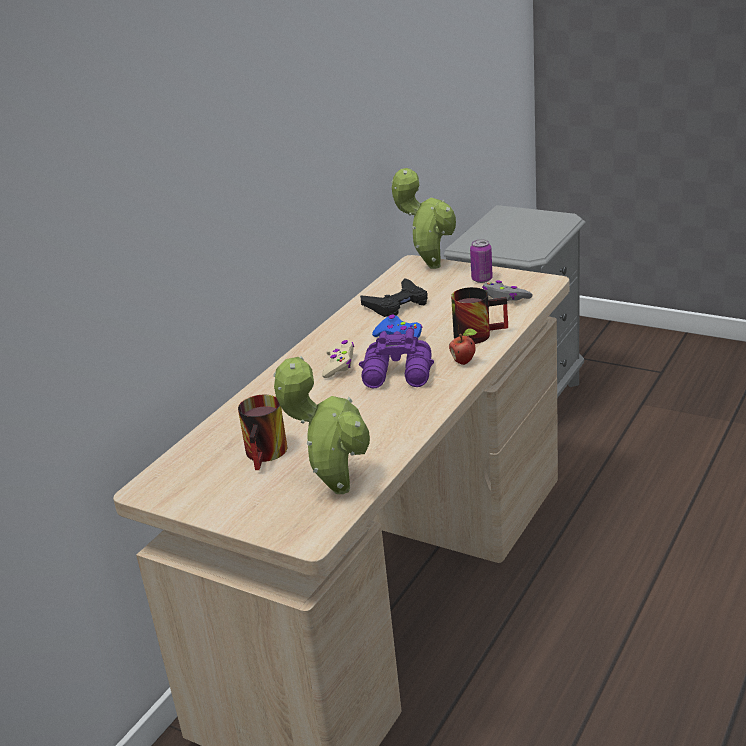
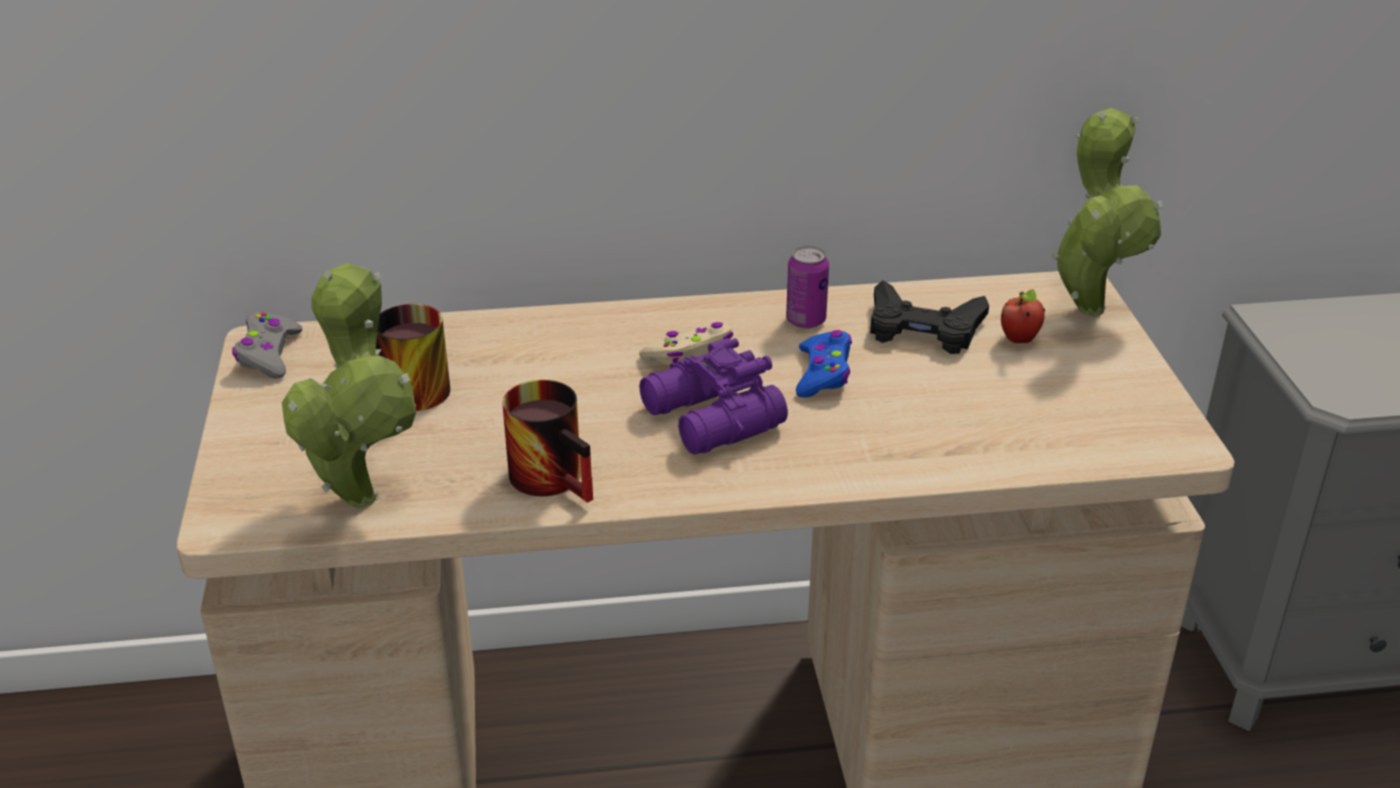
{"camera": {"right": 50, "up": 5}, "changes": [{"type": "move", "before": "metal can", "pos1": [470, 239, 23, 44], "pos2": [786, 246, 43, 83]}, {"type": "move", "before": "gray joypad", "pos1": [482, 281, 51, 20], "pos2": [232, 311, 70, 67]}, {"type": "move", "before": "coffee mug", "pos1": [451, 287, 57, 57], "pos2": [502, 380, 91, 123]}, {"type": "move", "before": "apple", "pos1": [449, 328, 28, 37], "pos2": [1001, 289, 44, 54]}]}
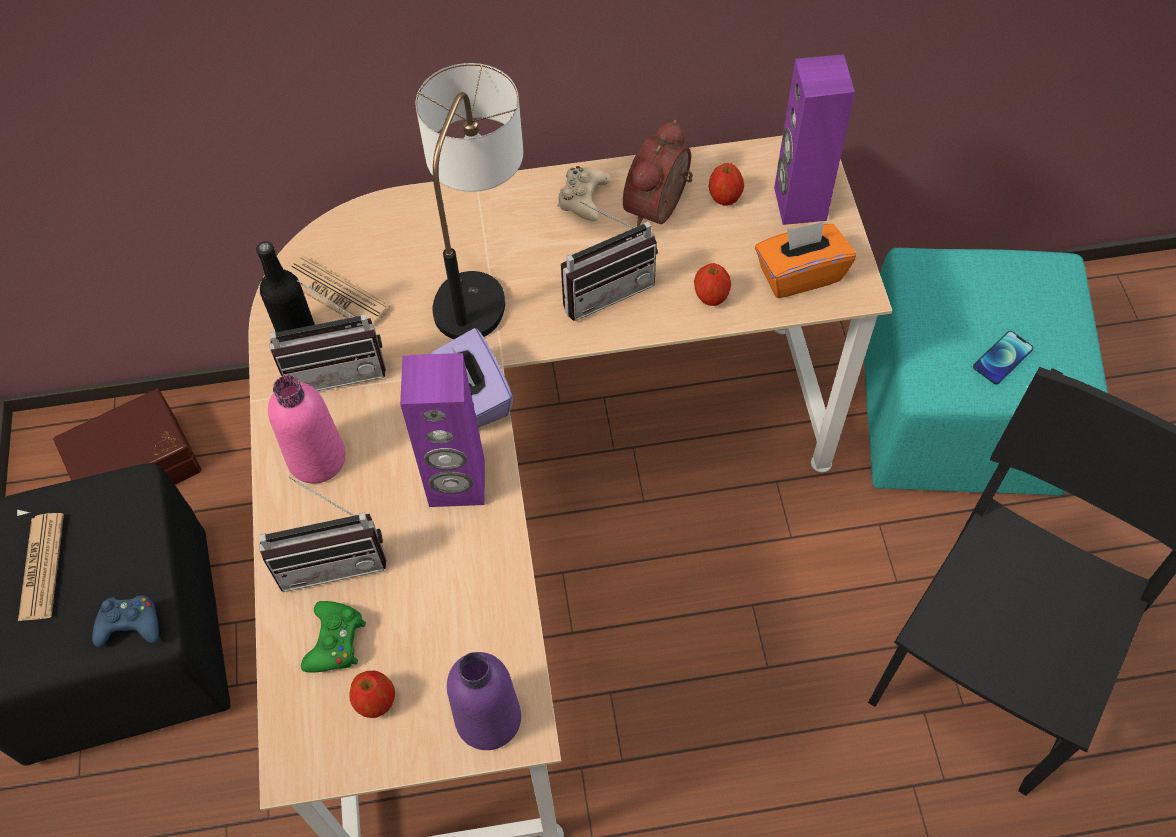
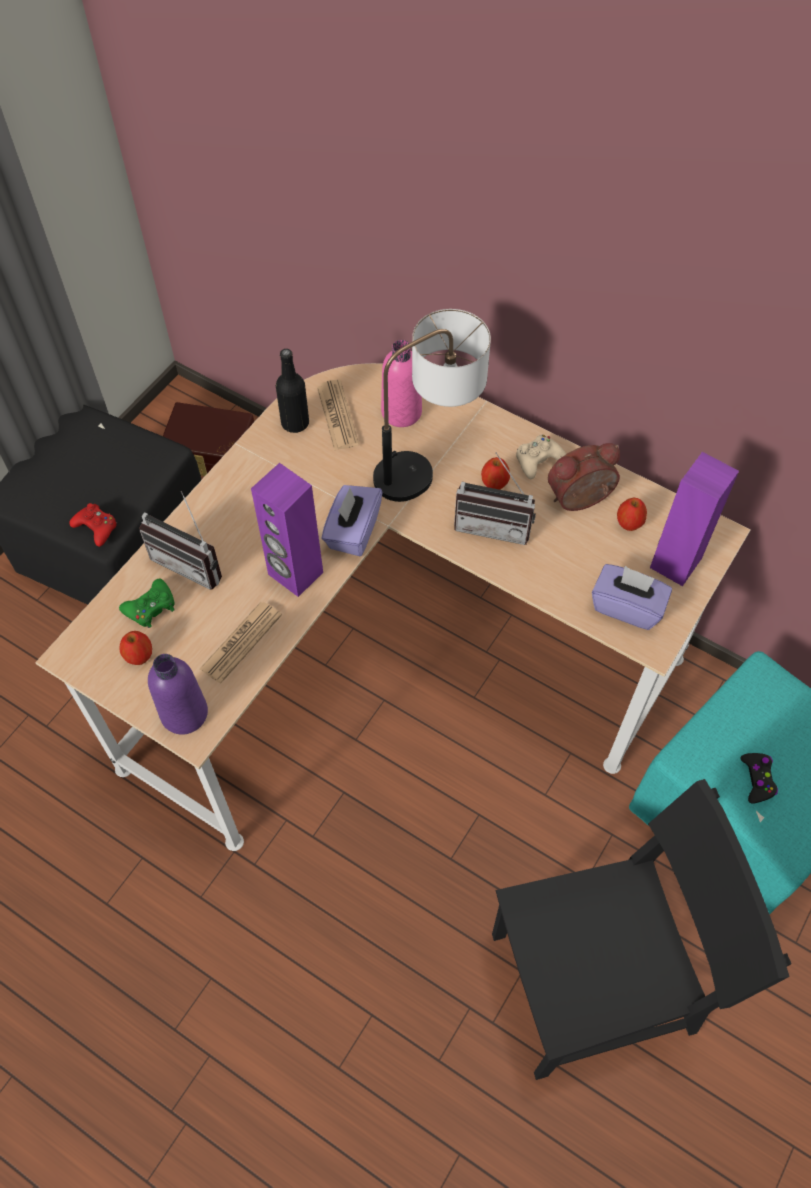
{"camera": {"right": 40, "up": 0}, "changes": [{"type": "recolor", "before": "orange-coloured tissue holder", "after": "purplish tissue holder", "pos1": [755, 221, 101, 77], "pos2": [592, 564, 80, 66]}, {"type": "move", "before": "apple", "pos1": [694, 263, 37, 43], "pos2": [481, 457, 29, 33]}, {"type": "delete", "before": "radio set", "pos1": [269, 280, 117, 111]}, {"type": "replace", "before": "handset", "after": "black joypad", "pos1": [973, 331, 60, 53], "pos2": [741, 753, 37, 51]}, {"type": "move", "before": "pinkish drink bottle", "pos1": [268, 375, 78, 109], "pos2": [381, 340, 41, 87]}, {"type": "move", "before": "printed paper", "pos1": [18, 513, 46, 108], "pos2": [200, 602, 82, 81]}, {"type": "recolor", "before": "blue-coloured joypad", "after": "red-coloured joypad", "pos1": [92, 596, 67, 51], "pos2": [69, 503, 48, 44]}]}
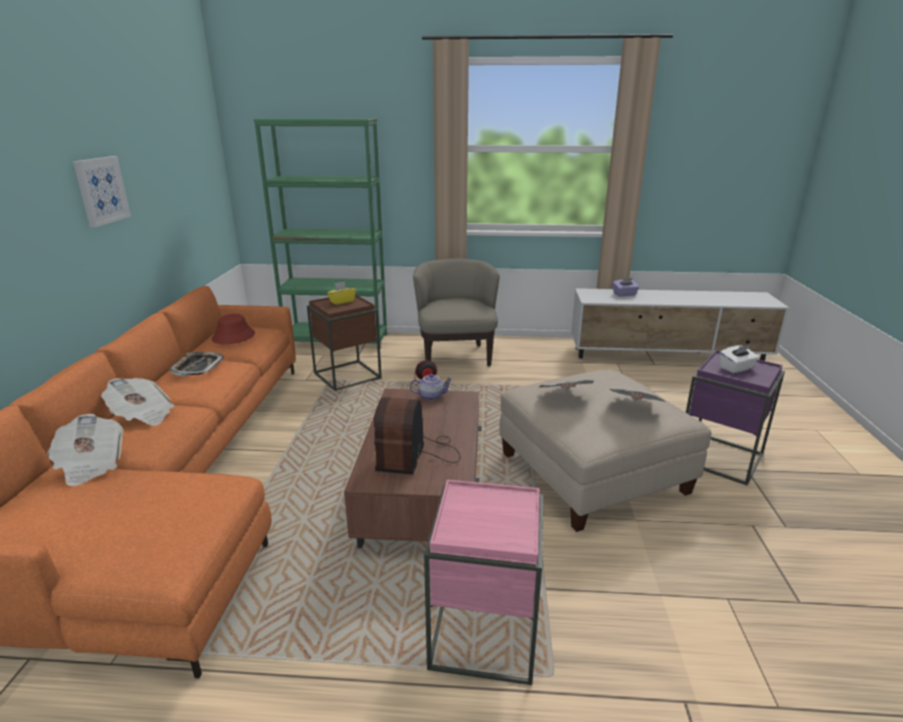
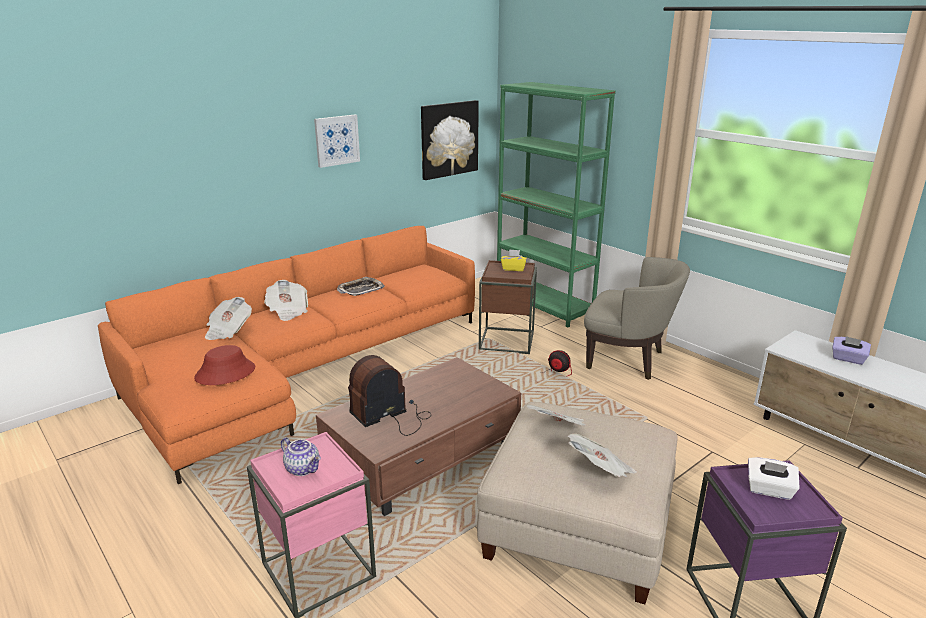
{"camera": {"right": 45, "up": 0}, "changes": [{"type": "rotate", "before": "beige lounge chair", "pos1": [413, 259, 87, 107], "pos2": [584, 257, 106, 123], "turn": 75}, {"type": "move", "before": "red-coloured hat", "pos1": [212, 314, 43, 30], "pos2": [194, 345, 61, 40]}, {"type": "move", "before": "teapot", "pos1": [410, 374, 42, 27], "pos2": [281, 438, 40, 38]}, {"type": "insert", "after": "wall picture", "pos2": [421, 100, 58, 80]}]}
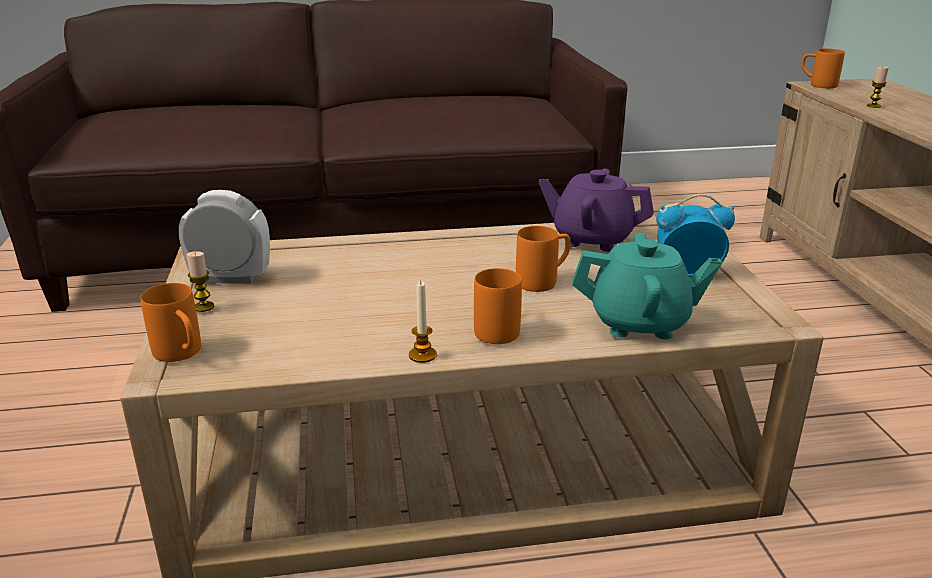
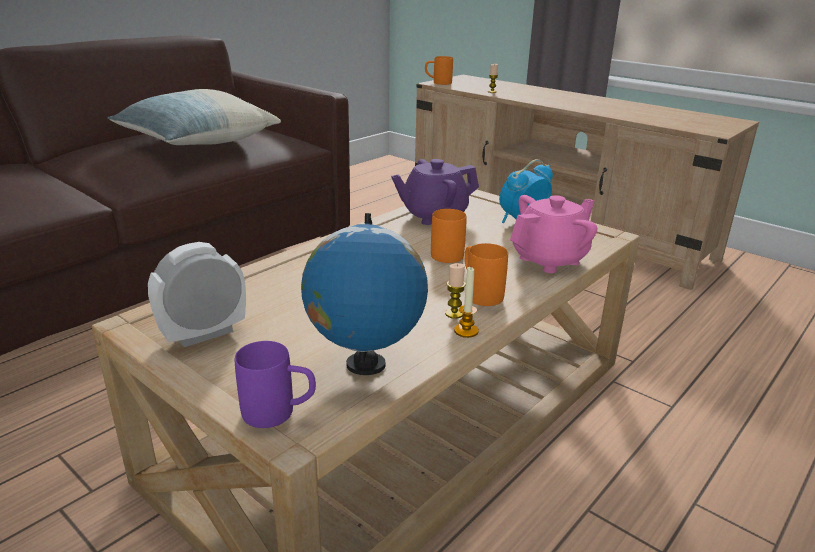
{"camera": {"right": -40, "up": 0}, "changes": [{"type": "recolor", "before": "blue-green teapot", "after": "pinkish teapot", "pos1": [572, 233, 150, 106], "pos2": [510, 195, 87, 78]}, {"type": "move", "before": "wax light", "pos1": [186, 251, 28, 61], "pos2": [445, 263, 21, 56]}, {"type": "recolor", "before": "orange-coloured coffee mug", "after": "purplish coffee mug", "pos1": [141, 283, 60, 79], "pos2": [235, 341, 81, 87]}, {"type": "insert", "after": "throw pillow", "pos2": [107, 89, 174, 56]}, {"type": "insert", "after": "desk globe", "pos2": [301, 213, 127, 162]}]}
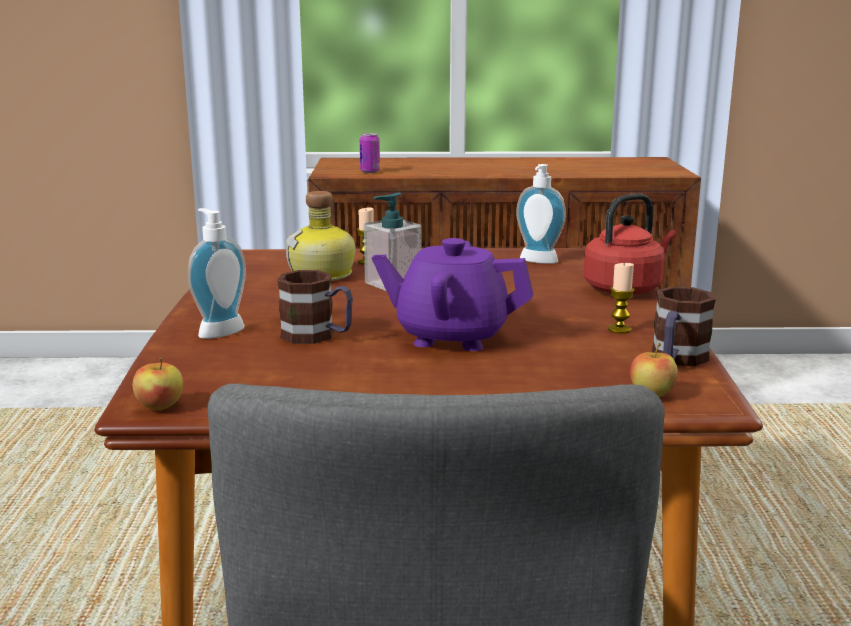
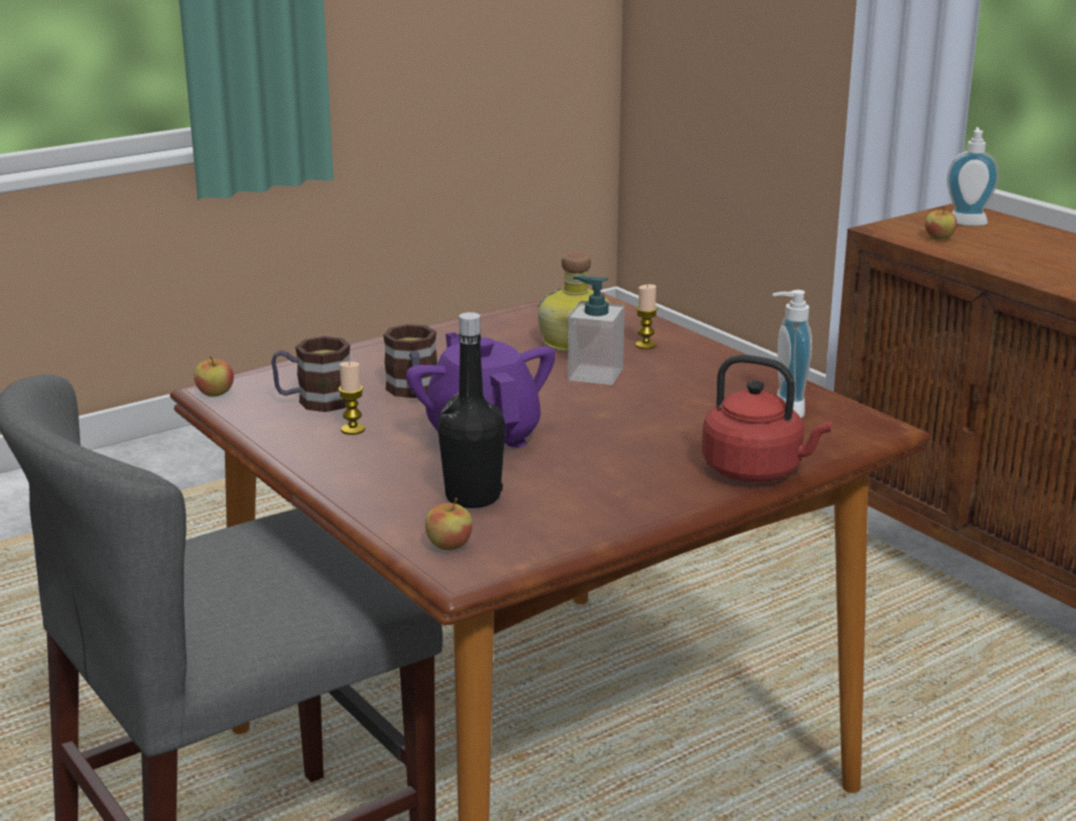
{"camera": {"right": 55, "up": 5}, "changes": [{"type": "replace", "before": "metal can", "after": "apple", "pos1": [360, 133, 20, 40], "pos2": [925, 206, 32, 34]}, {"type": "move", "before": "soap dispenser", "pos1": [188, 208, 58, 131], "pos2": [947, 127, 52, 99]}, {"type": "move", "before": "wax light", "pos1": [608, 263, 27, 71], "pos2": [338, 362, 27, 73]}, {"type": "move", "before": "coffee mug", "pos1": [652, 287, 64, 79], "pos2": [271, 336, 79, 76]}, {"type": "insert", "after": "black drink bottle", "pos2": [438, 312, 68, 196]}]}
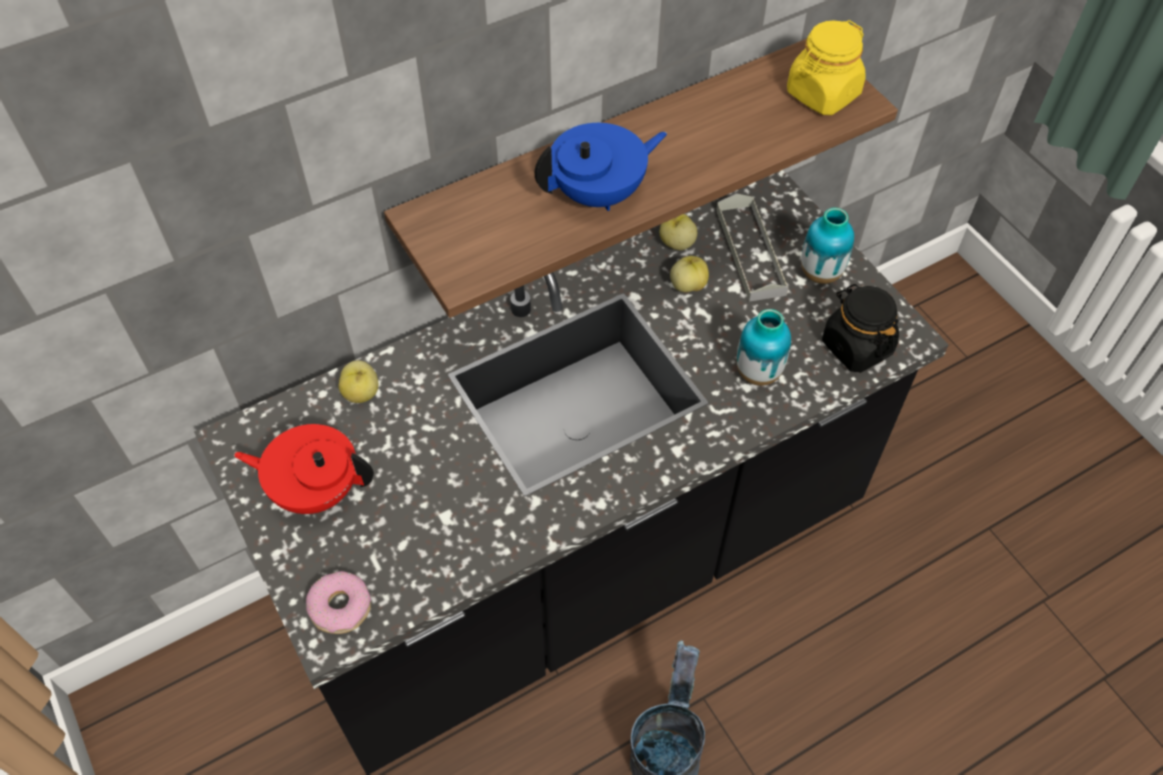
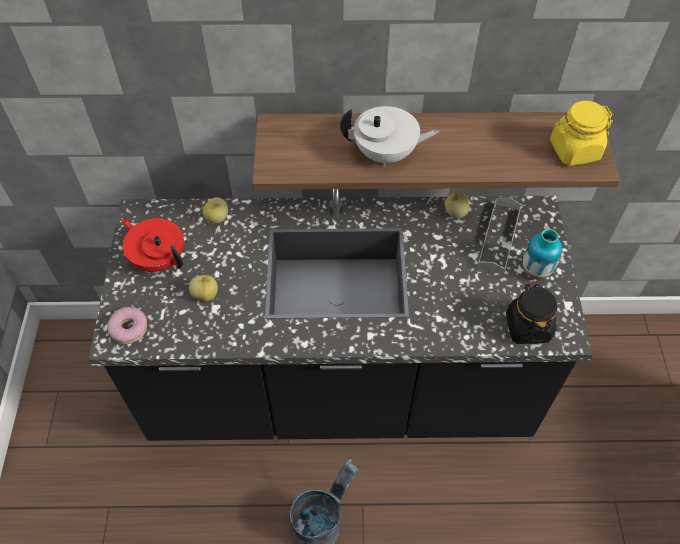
{"camera": {"right": 30, "up": 0}, "changes": [{"type": "recolor", "before": "blue-coloured teapot", "after": "whitish teapot", "pos1": [534, 123, 133, 88], "pos2": [340, 106, 99, 61]}, {"type": "move", "before": "apple", "pos1": [670, 256, 39, 36], "pos2": [189, 275, 29, 27]}, {"type": "delete", "before": "decorative vase", "pos1": [737, 309, 54, 77]}]}
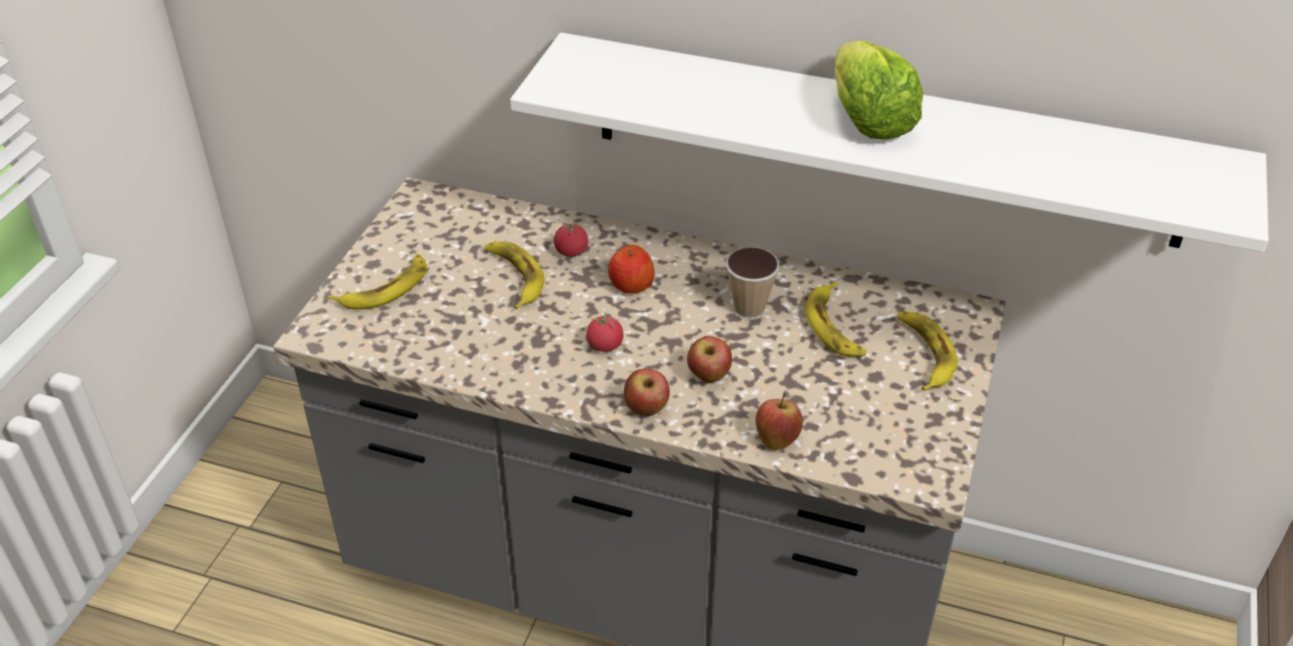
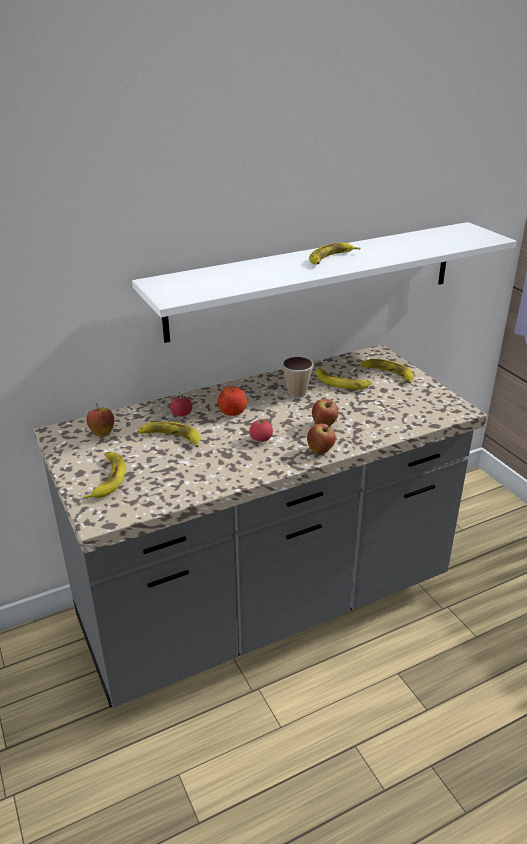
{"camera": {"right": -45, "up": -10}, "changes": [{"type": "replace", "before": "head of lettuce", "after": "banana", "pos1": [835, 40, 88, 99], "pos2": [309, 243, 51, 22]}, {"type": "move", "before": "apple", "pos1": [756, 393, 47, 57], "pos2": [87, 403, 27, 34]}]}
